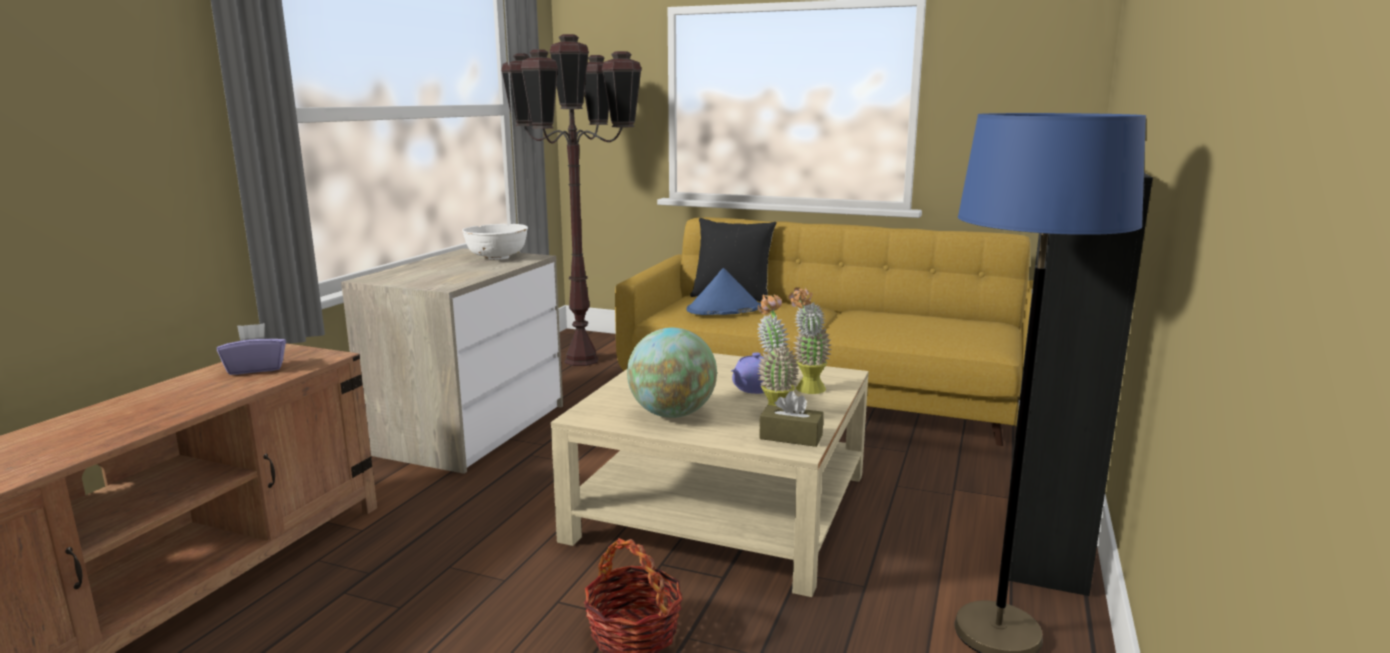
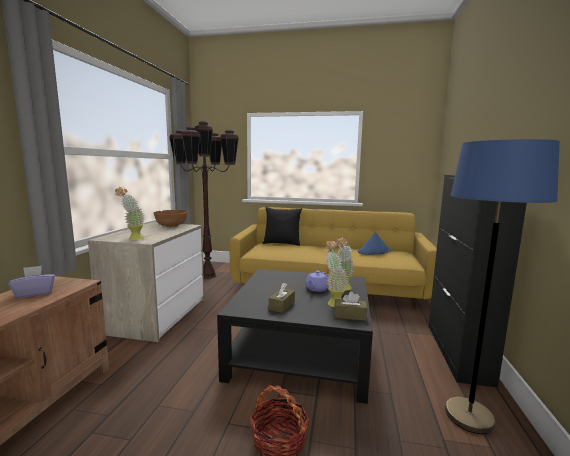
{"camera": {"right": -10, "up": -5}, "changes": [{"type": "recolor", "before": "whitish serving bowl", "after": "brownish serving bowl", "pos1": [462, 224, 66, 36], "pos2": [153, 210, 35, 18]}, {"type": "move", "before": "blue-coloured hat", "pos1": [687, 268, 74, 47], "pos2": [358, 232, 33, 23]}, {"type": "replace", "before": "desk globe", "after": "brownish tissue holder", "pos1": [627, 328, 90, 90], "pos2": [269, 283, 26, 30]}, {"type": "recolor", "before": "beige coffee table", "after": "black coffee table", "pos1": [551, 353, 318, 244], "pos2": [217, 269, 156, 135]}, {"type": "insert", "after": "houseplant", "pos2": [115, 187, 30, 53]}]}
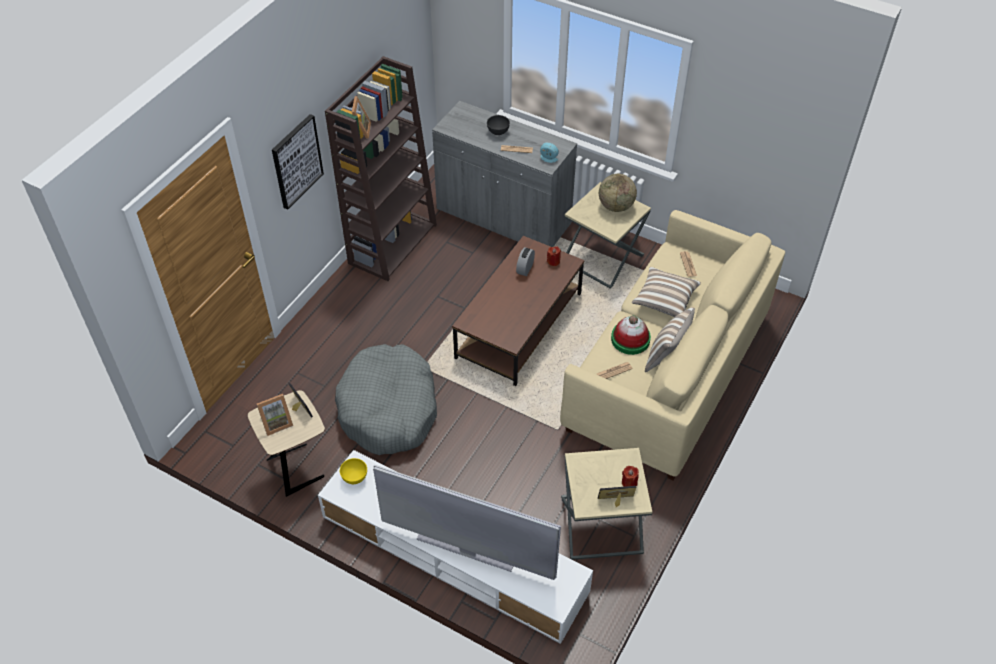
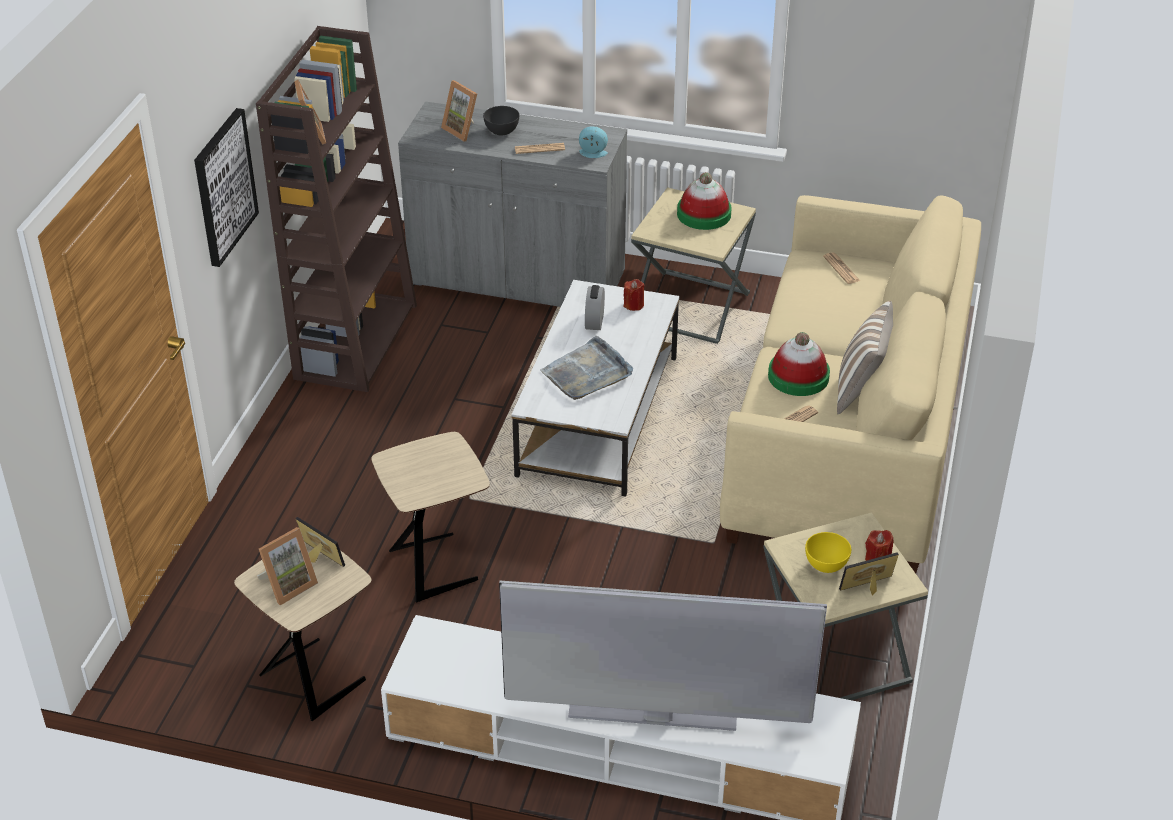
{"camera": {"right": -15, "up": -10}, "changes": [{"type": "replace", "before": "desk globe", "after": "hat", "pos1": [599, 174, 38, 38], "pos2": [677, 172, 55, 58]}, {"type": "recolor", "before": "brownish coffee table", "after": "whitish coffee table", "pos1": [452, 236, 132, 150], "pos2": [511, 280, 169, 217]}, {"type": "delete", "before": "throw pillow", "pos1": [632, 267, 69, 50]}, {"type": "replace", "before": "gray pet bed", "after": "beige side table", "pos1": [335, 344, 102, 111], "pos2": [371, 432, 119, 171]}, {"type": "move", "before": "yellow serving bowl", "pos1": [340, 458, 27, 26], "pos2": [805, 532, 46, 41]}, {"type": "insert", "after": "picture frame", "pos2": [441, 80, 36, 62]}, {"type": "insert", "after": "gray tray", "pos2": [540, 336, 93, 64]}]}
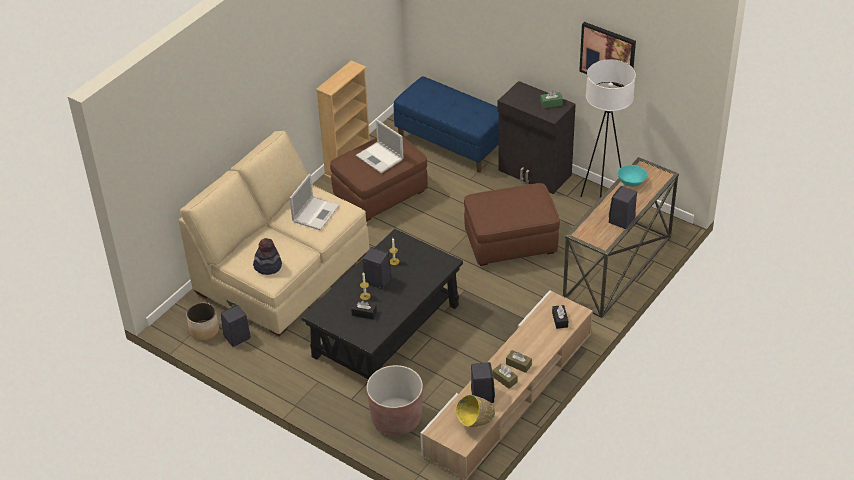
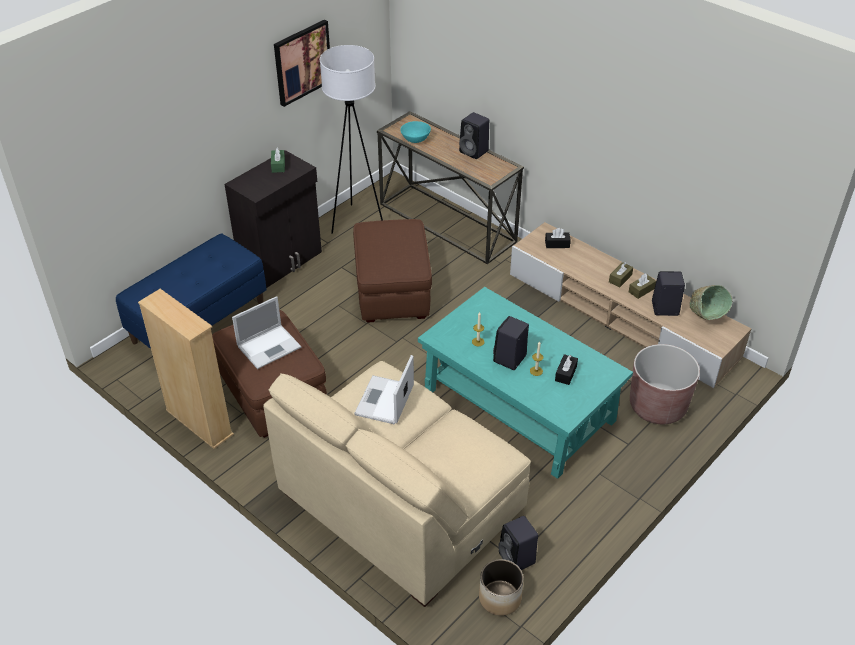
{"camera": {"right": -85, "up": 0}, "changes": [{"type": "rotate", "before": "notebook computer", "pos1": [290, 174, 50, 56], "pos2": [354, 355, 60, 70], "turn": -105}, {"type": "recolor", "before": "black coffee table", "after": "blue-green coffee table", "pos1": [301, 229, 162, 150], "pos2": [418, 287, 215, 192]}, {"type": "delete", "before": "hat", "pos1": [253, 238, 29, 37]}, {"type": "recolor", "before": "yellow serving bowl", "after": "greenish serving bowl", "pos1": [456, 395, 39, 32], "pos2": [690, 285, 42, 35]}]}
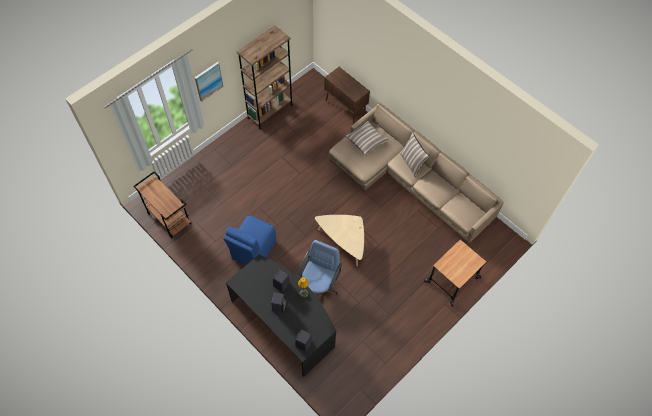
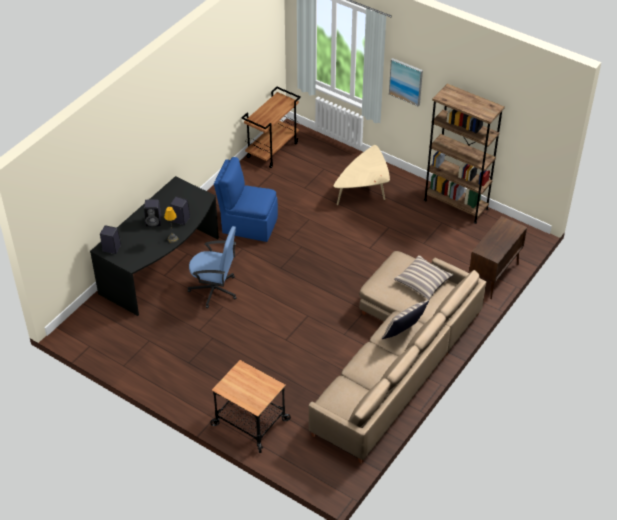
{"camera": {"right": 80, "up": -15}, "changes": [{"type": "move", "before": "beige coffee table", "pos1": [315, 215, 49, 51], "pos2": [333, 145, 57, 60]}]}
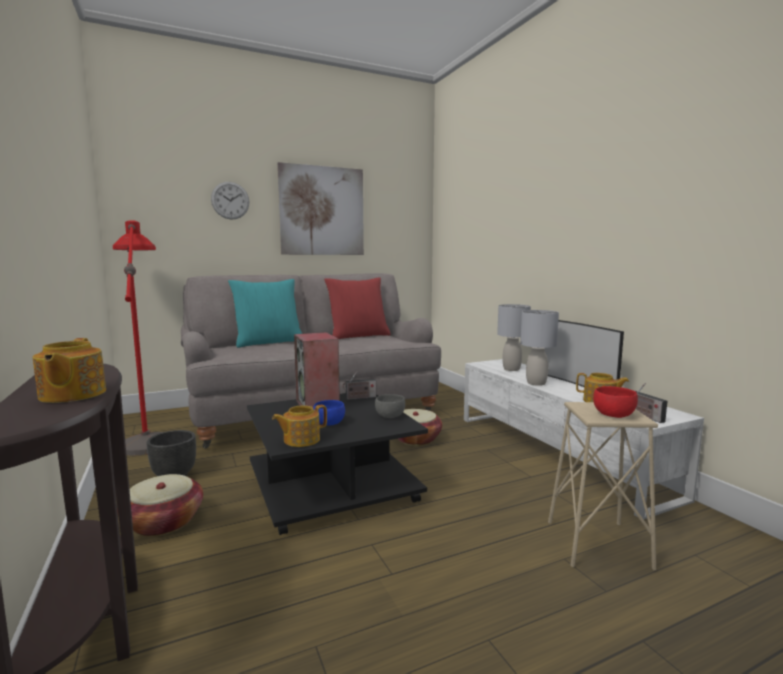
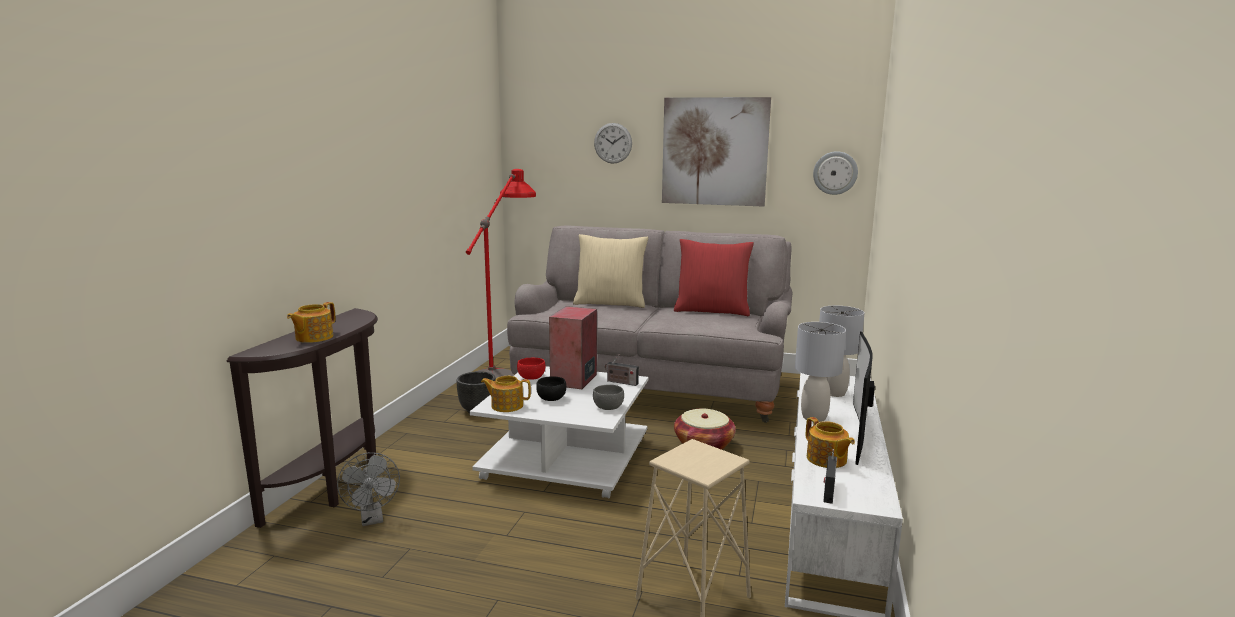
{"camera": {"right": 40, "up": 5}, "changes": [{"type": "recolor", "before": "blue-green throw pillow", "after": "beige throw pillow", "pos1": [228, 279, 74, 69], "pos2": [573, 234, 75, 74]}, {"type": "move", "before": "red-coloured serving bowl", "pos1": [593, 386, 45, 32], "pos2": [517, 358, 28, 22]}, {"type": "recolor", "before": "black coffee table", "after": "whitish coffee table", "pos1": [247, 393, 181, 142], "pos2": [470, 366, 178, 132]}, {"type": "recolor", "before": "blue-coloured serving bowl", "after": "black serving bowl", "pos1": [313, 400, 32, 26], "pos2": [536, 376, 30, 25]}, {"type": "delete", "before": "household basket", "pos1": [117, 474, 86, 62]}, {"type": "insert", "after": "clock on the wall", "pos2": [813, 151, 45, 44]}, {"type": "insert", "after": "gray cooling fan", "pos2": [337, 452, 63, 74]}]}
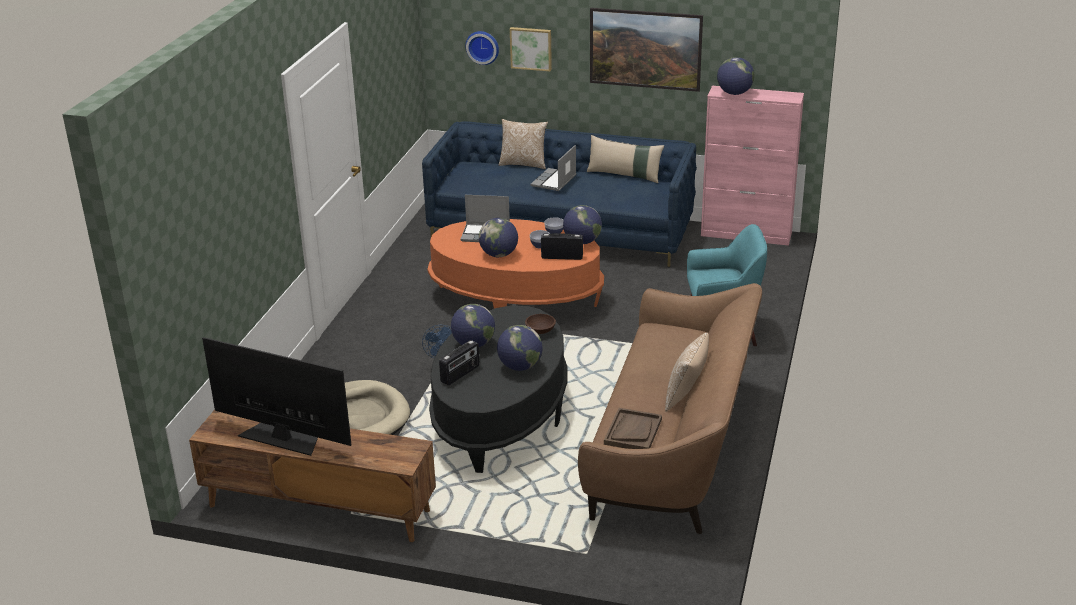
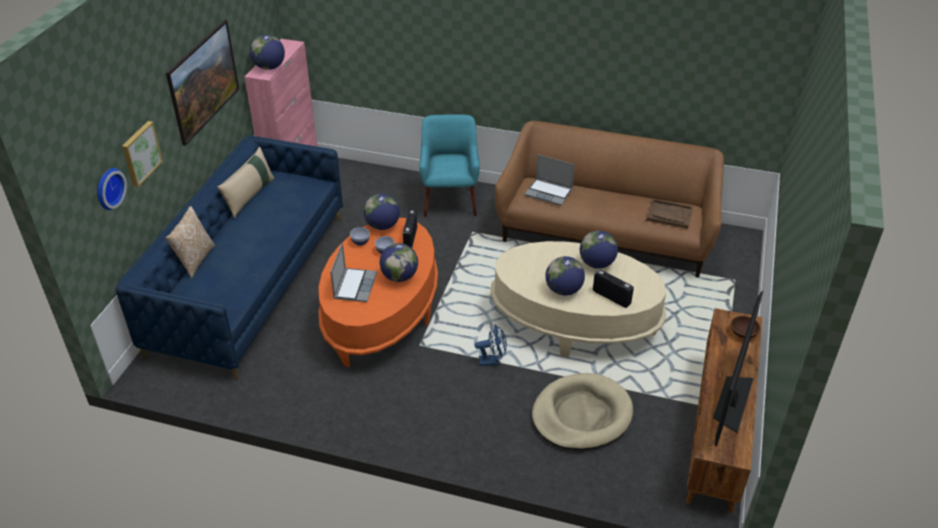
{"camera": {"right": -90, "up": 10}, "changes": [{"type": "move", "before": "notebook computer", "pos1": [531, 145, 45, 46], "pos2": [525, 154, 50, 52]}, {"type": "recolor", "before": "black coffee table", "after": "beige coffee table", "pos1": [429, 305, 138, 168], "pos2": [490, 241, 176, 117]}, {"type": "move", "before": "brownish serving bowl", "pos1": [525, 314, 31, 20], "pos2": [731, 316, 30, 22]}, {"type": "delete", "before": "throw pillow", "pos1": [665, 332, 44, 80]}]}
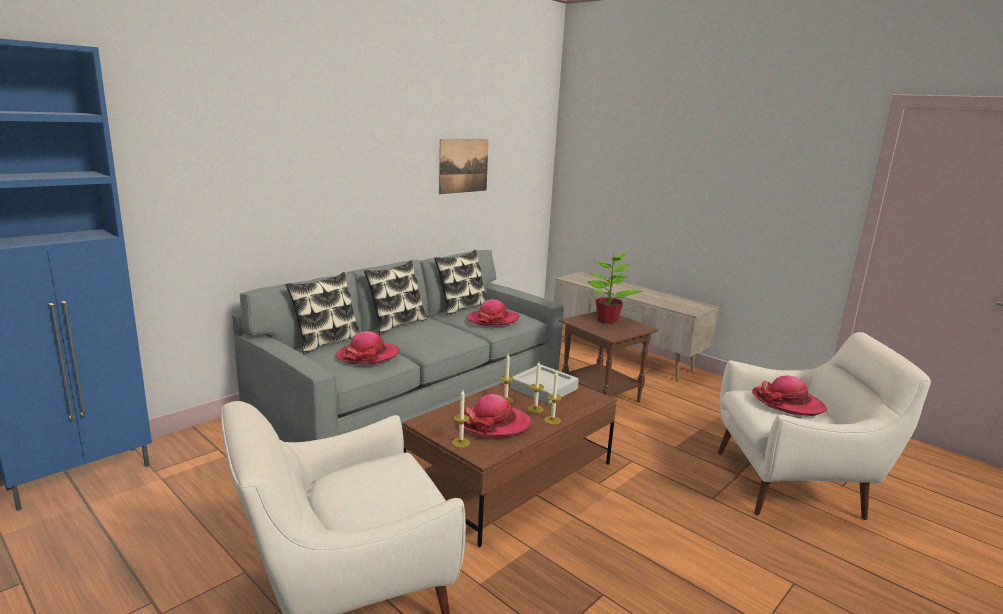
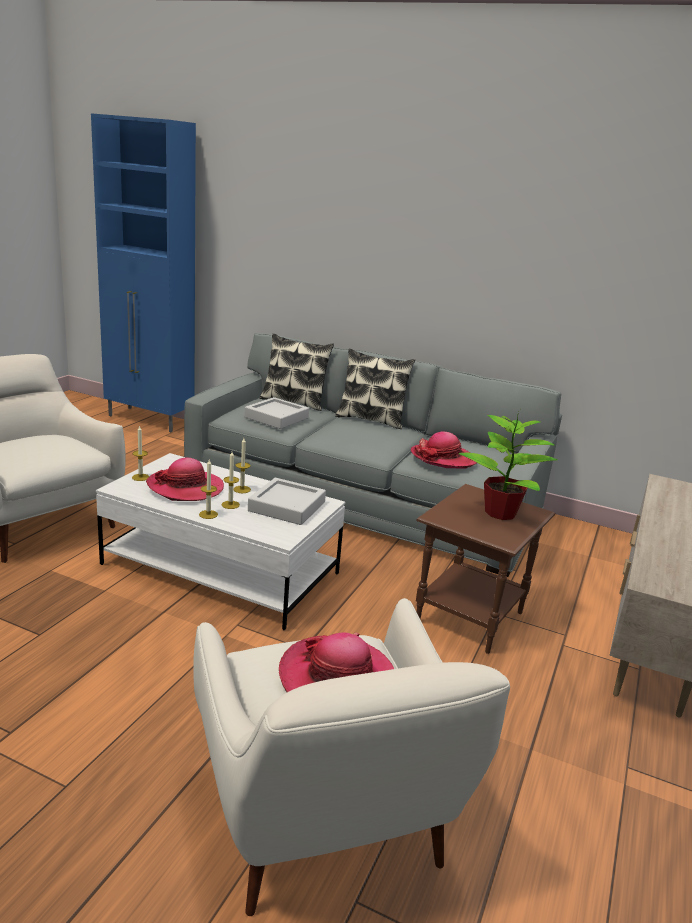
{"camera": {"right": 70, "up": 5}, "changes": [{"type": "delete", "before": "wall picture", "pos1": [439, 139, 50, 55]}, {"type": "delete", "before": "throw pillow", "pos1": [434, 250, 53, 66]}, {"type": "replace", "before": "hat", "after": "gray tray", "pos1": [335, 331, 65, 33], "pos2": [244, 397, 65, 32]}, {"type": "recolor", "before": "brownish coffee table", "after": "whitish coffee table", "pos1": [402, 381, 215, 166], "pos2": [96, 453, 249, 177]}]}
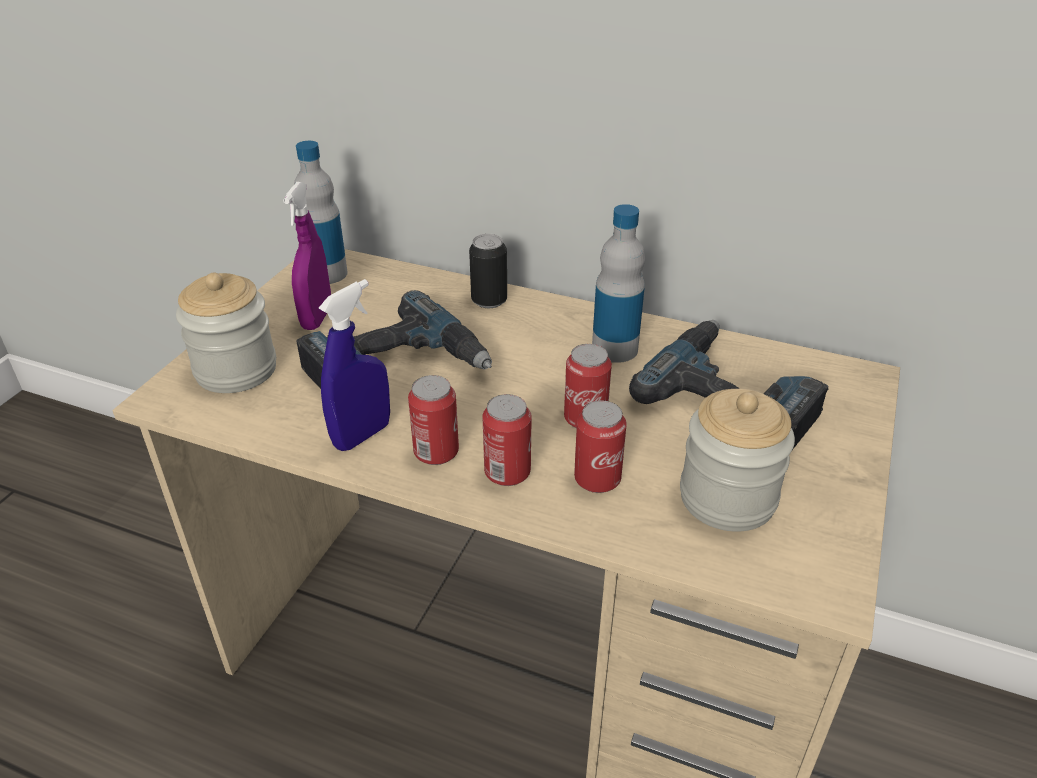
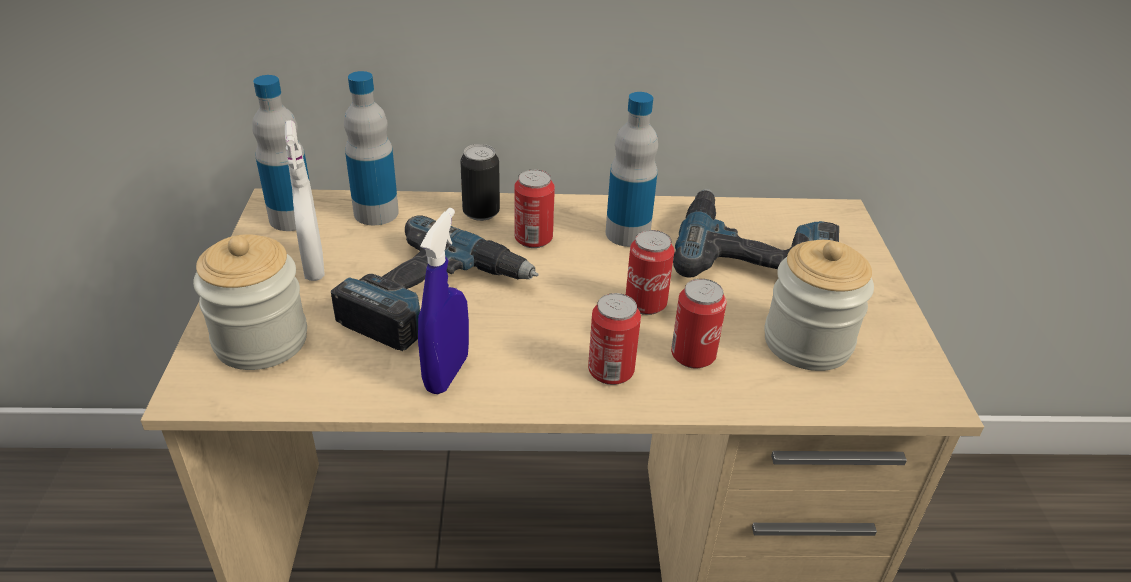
{"camera": {"right": -25, "up": 0}, "changes": [{"type": "recolor", "before": "purplish hand sprayer", "after": "whitish hand sprayer", "pos1": [283, 182, 48, 148], "pos2": [285, 120, 40, 161]}, {"type": "move", "before": "metal can", "pos1": [408, 375, 51, 90], "pos2": [514, 169, 41, 79]}, {"type": "insert", "after": "drink bottle", "pos2": [344, 71, 55, 154]}]}
